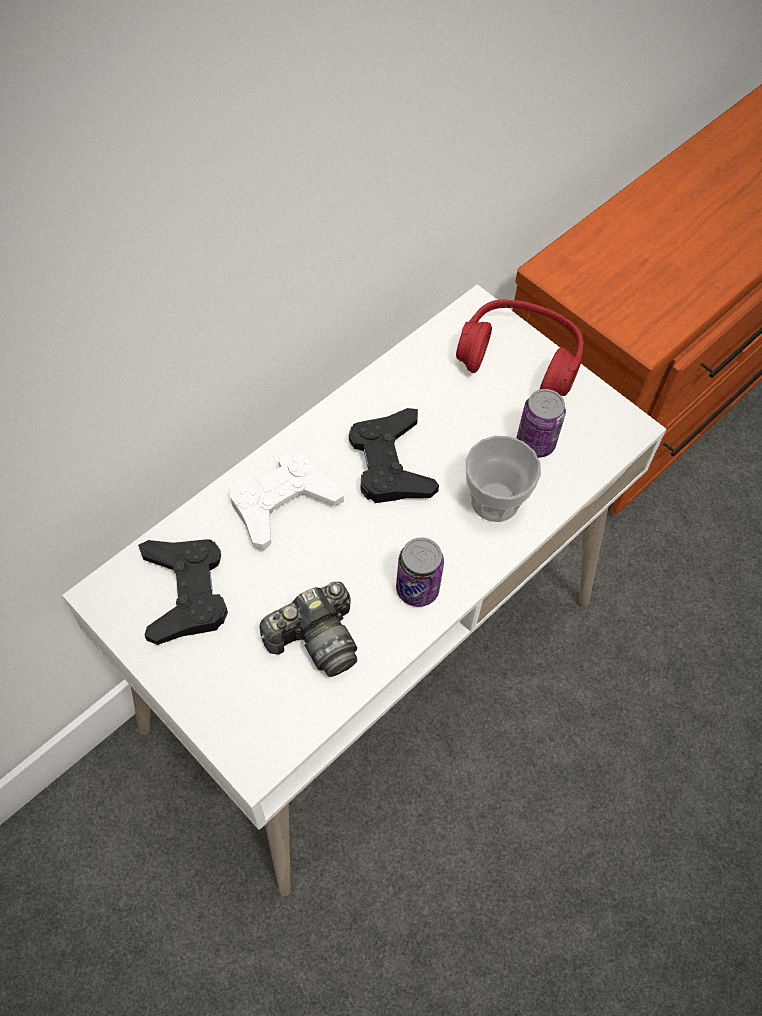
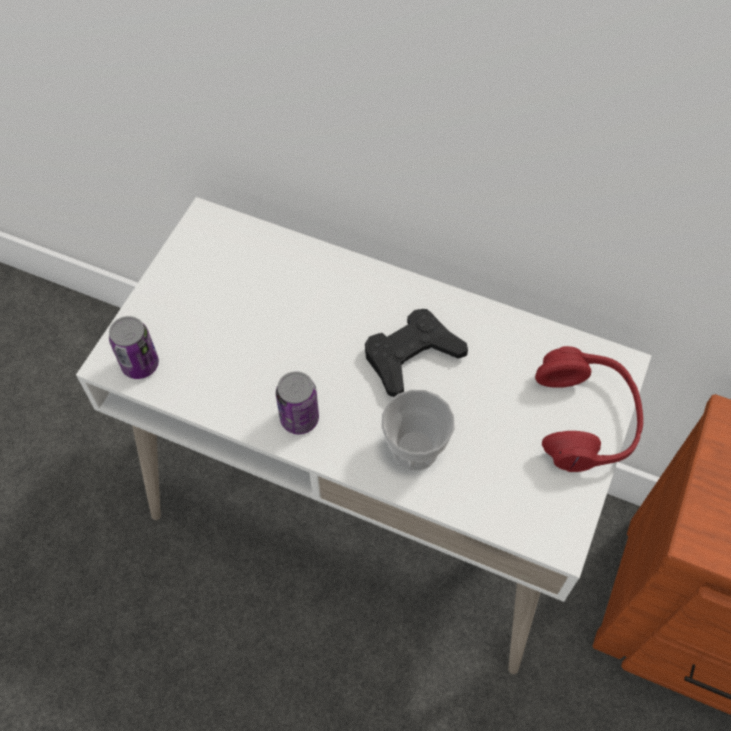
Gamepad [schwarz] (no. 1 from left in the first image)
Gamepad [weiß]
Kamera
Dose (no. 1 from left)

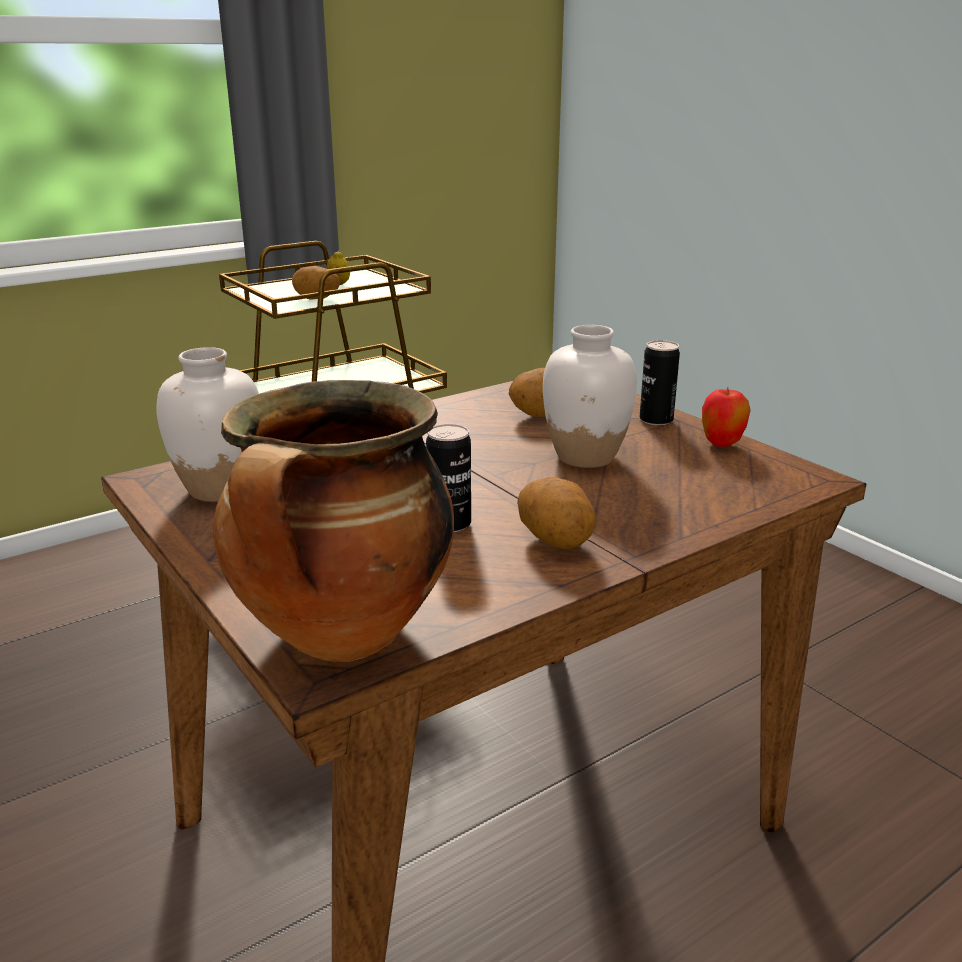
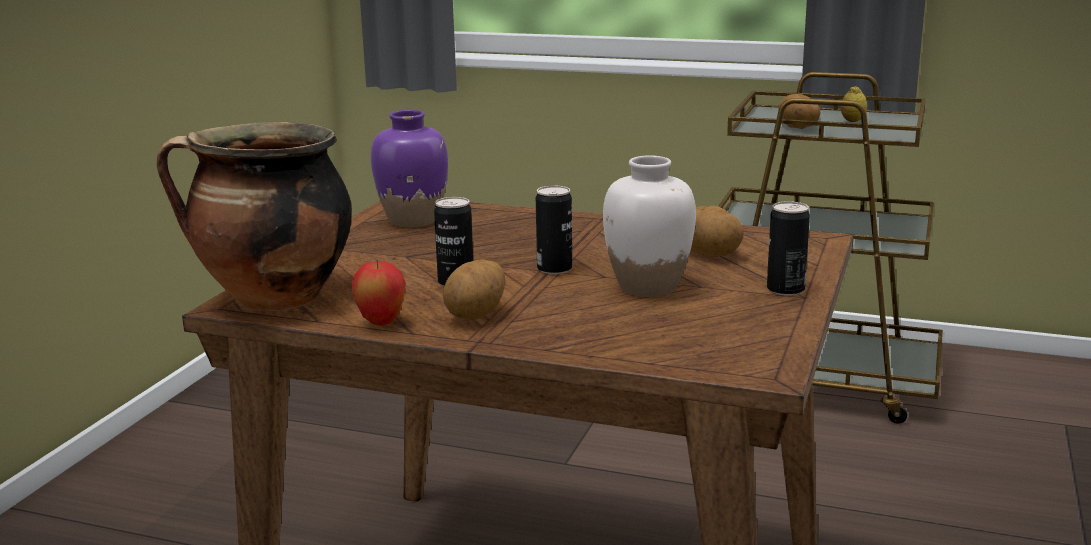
Dose (no. 2 from left)
Apfel
Vase [lila]

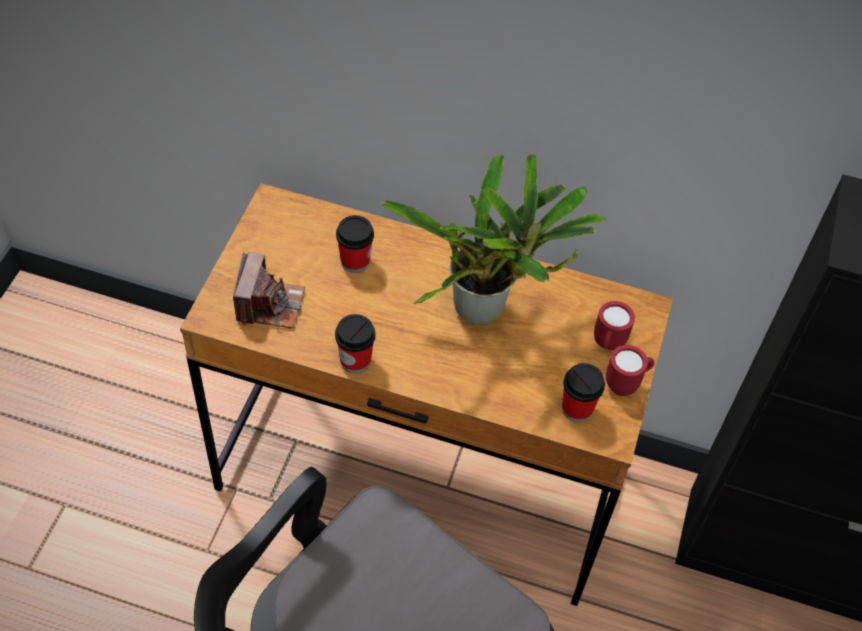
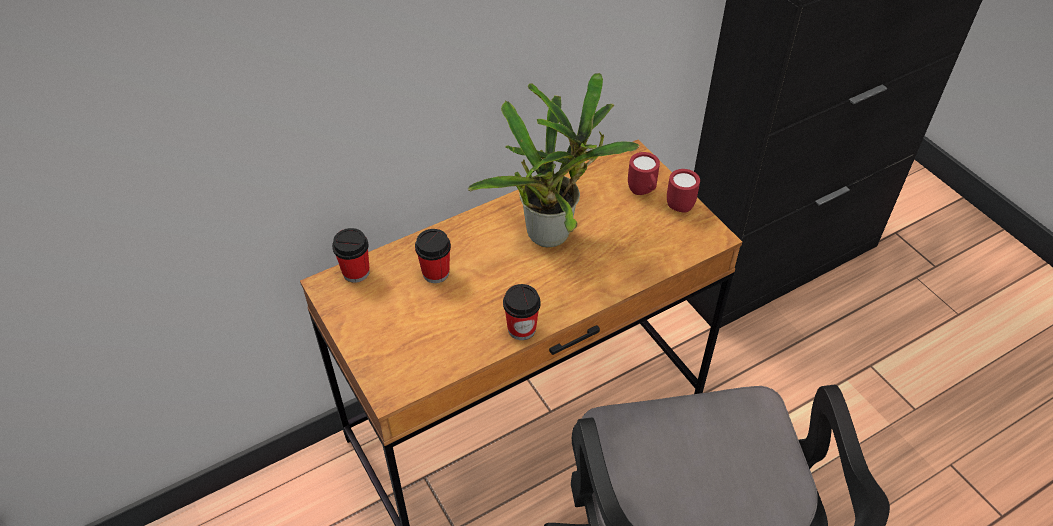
Kamera
Tasse (no. 1 from left)

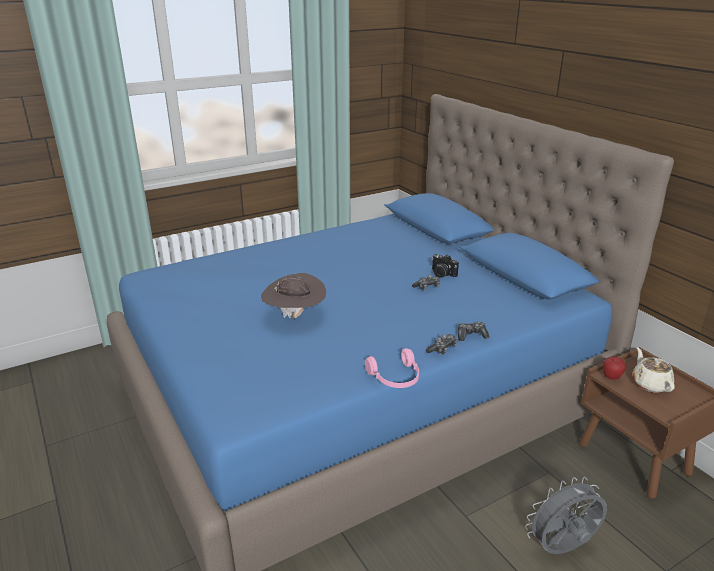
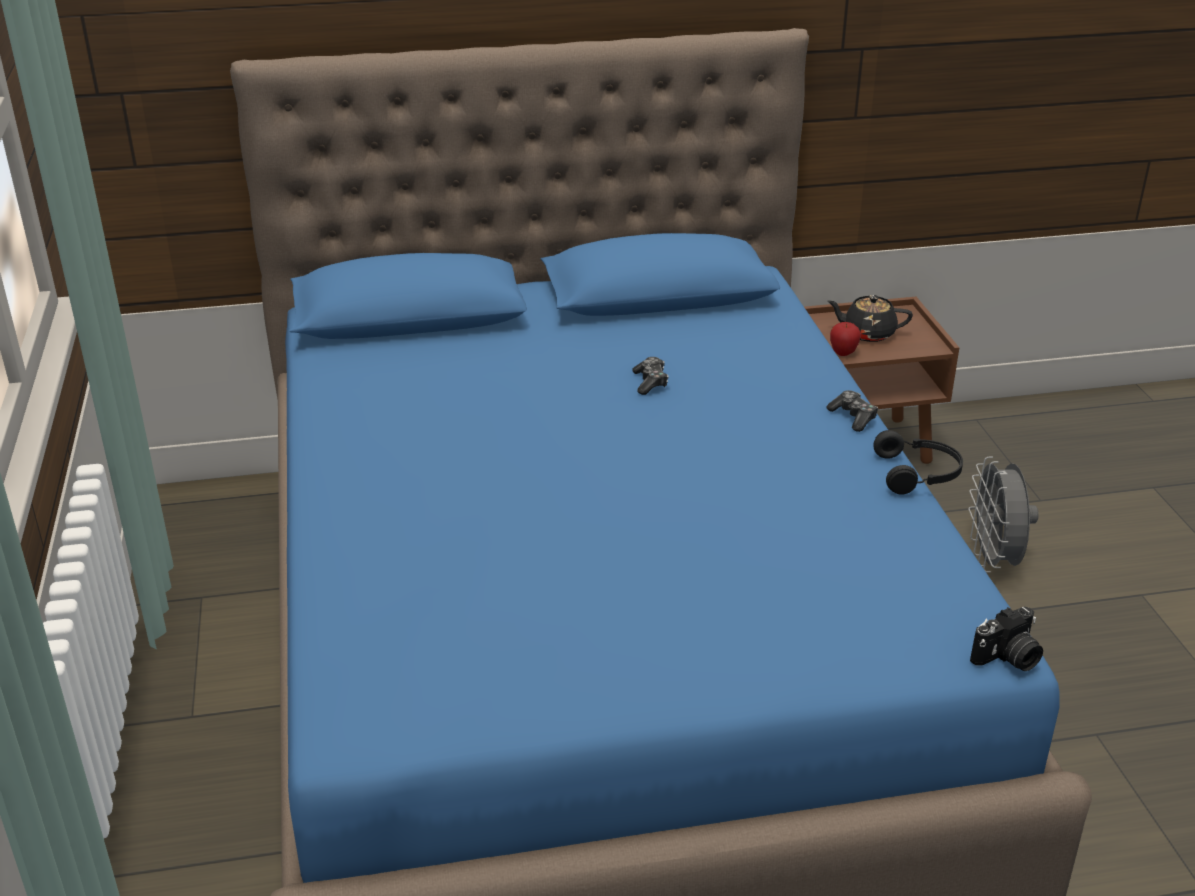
Hut [braun]
Gamepad (no. 3 from left in the first image)
Kamera
Kopfhörer [schwarz]
Teekanne [schwarz]

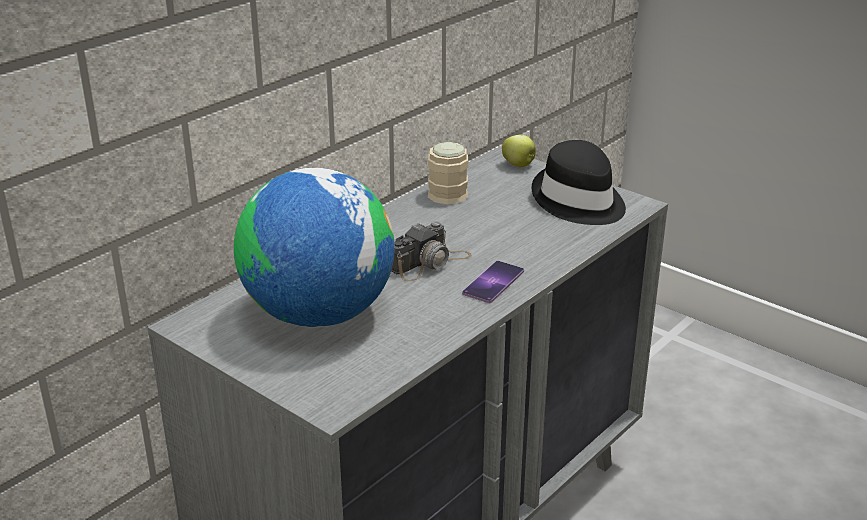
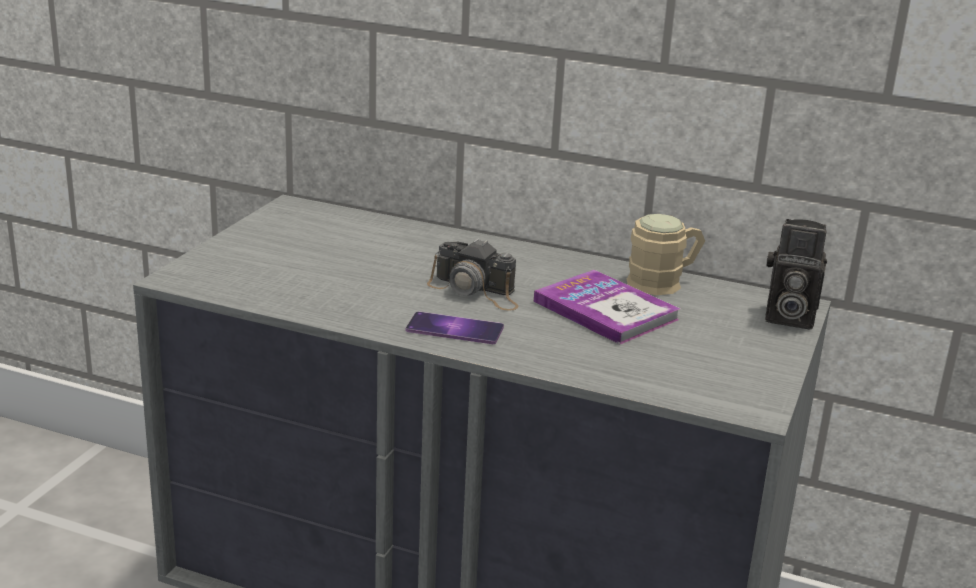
Globus
Hut [schwarz]
Buch
Kamera (no. 2 from left)

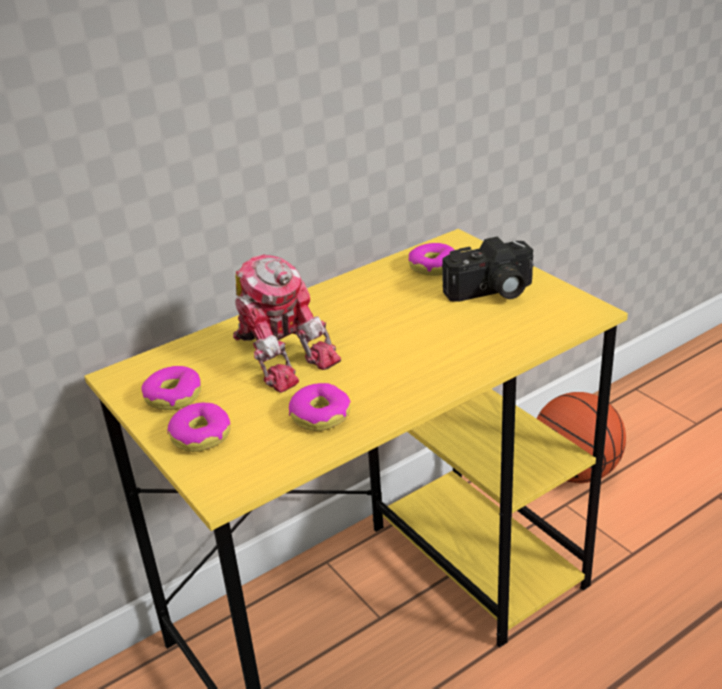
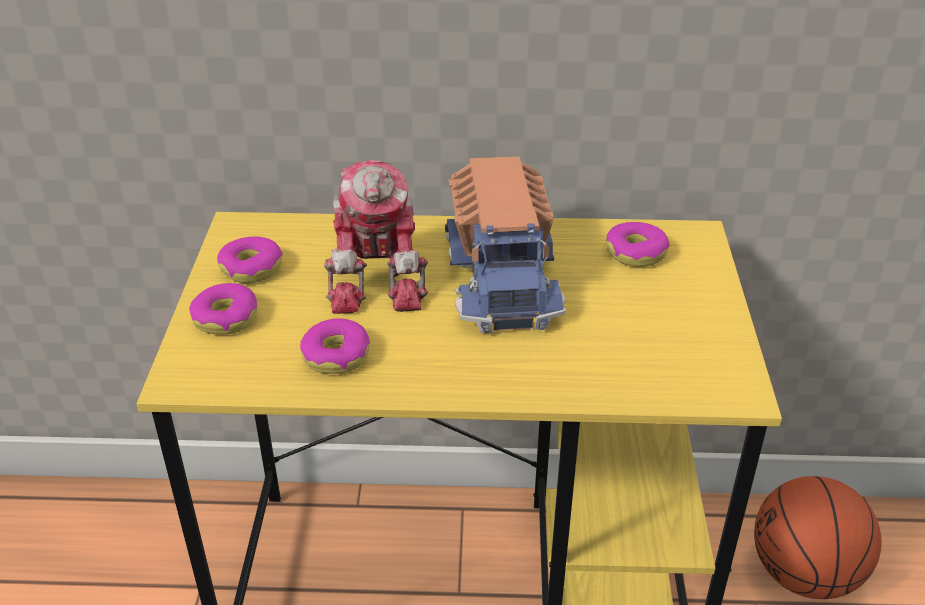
Kamera
Spielzeuglaster

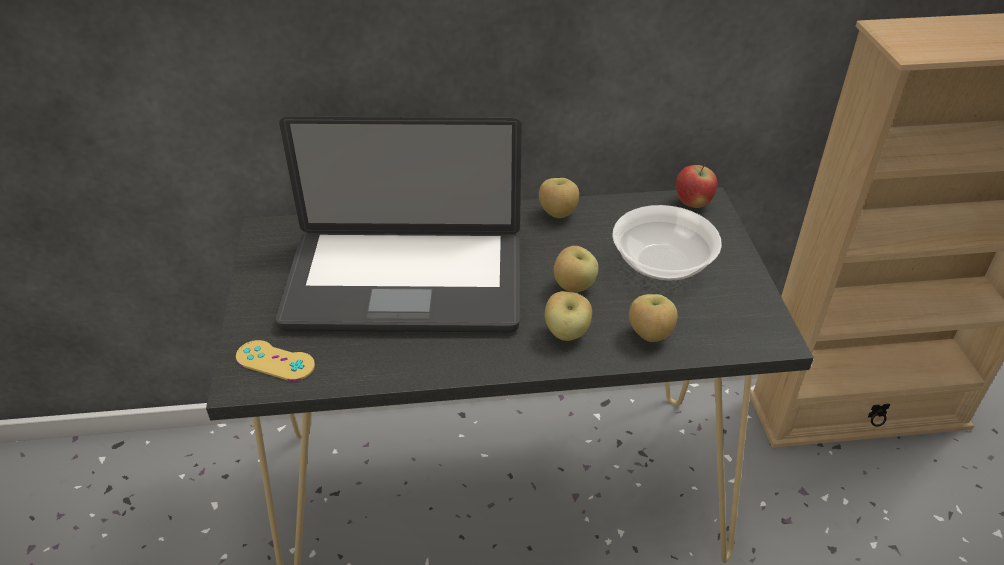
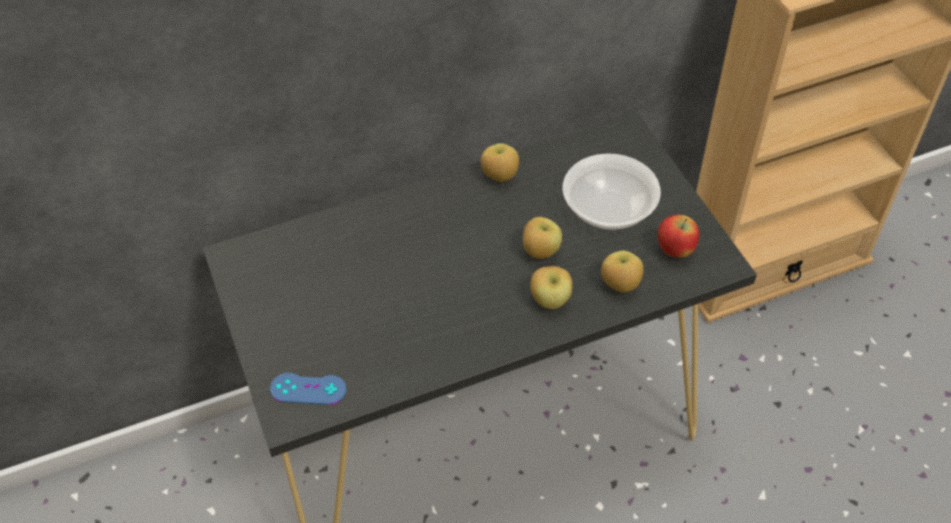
Laptop
Apfel (no. 5 from left)
Gamepad [blau]

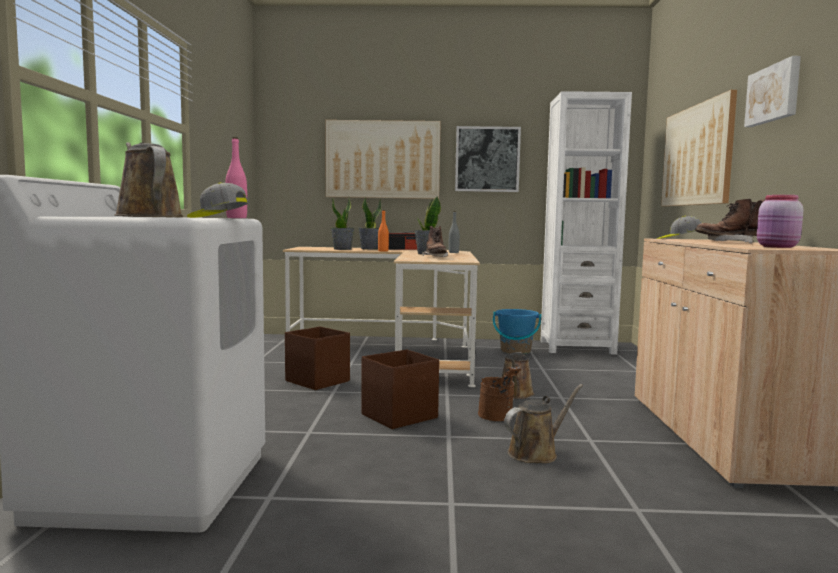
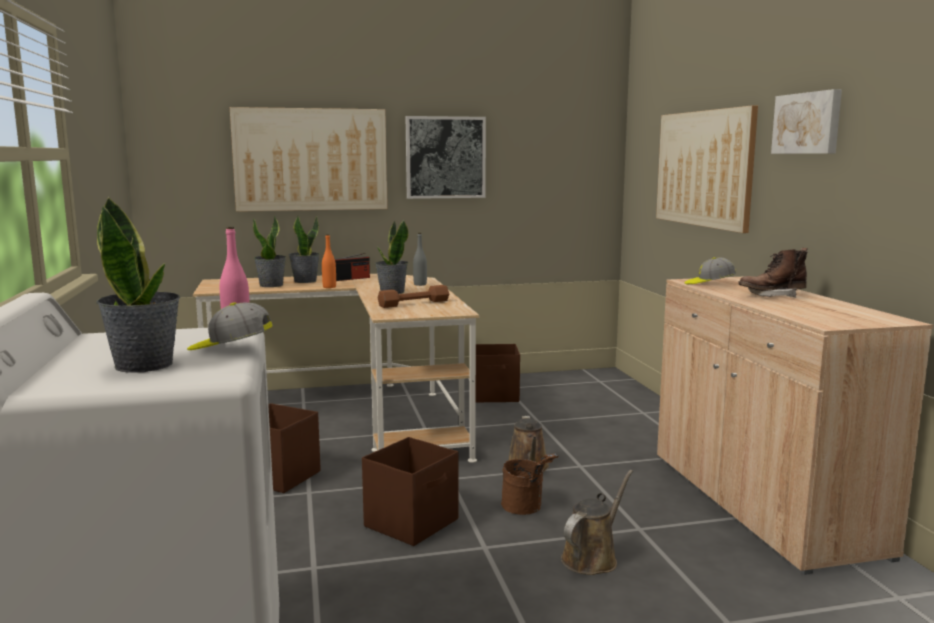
Bücherregal [weiß]
Vorratsglas [rosa]
Topfpflanze (no. 1 from left)
Hantel [braun]
Aufbewahrungsbox [braun] (no. 3 from left)

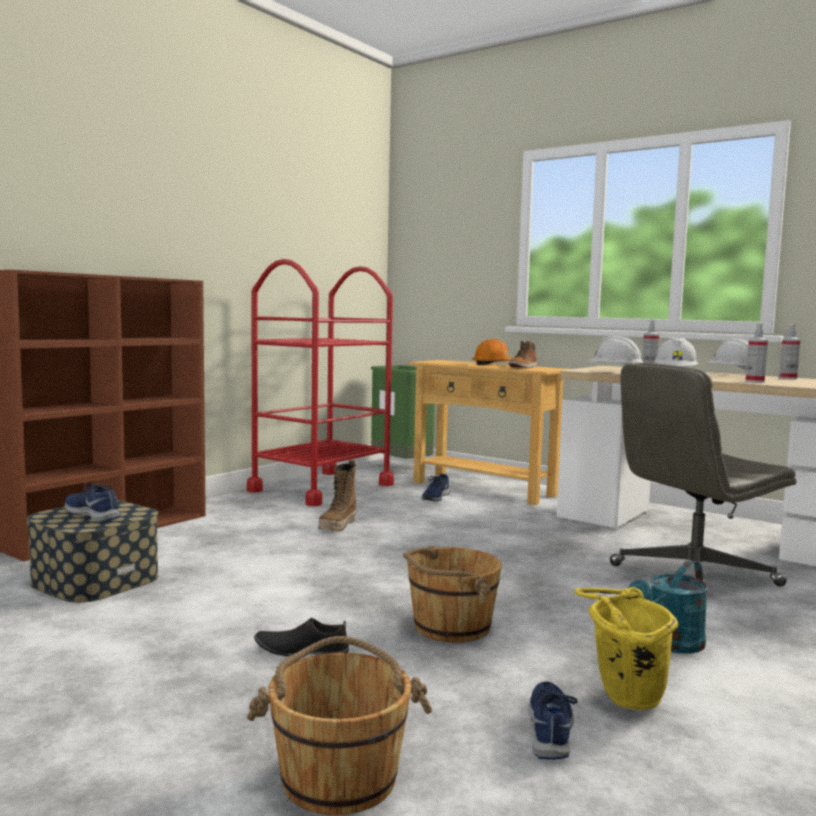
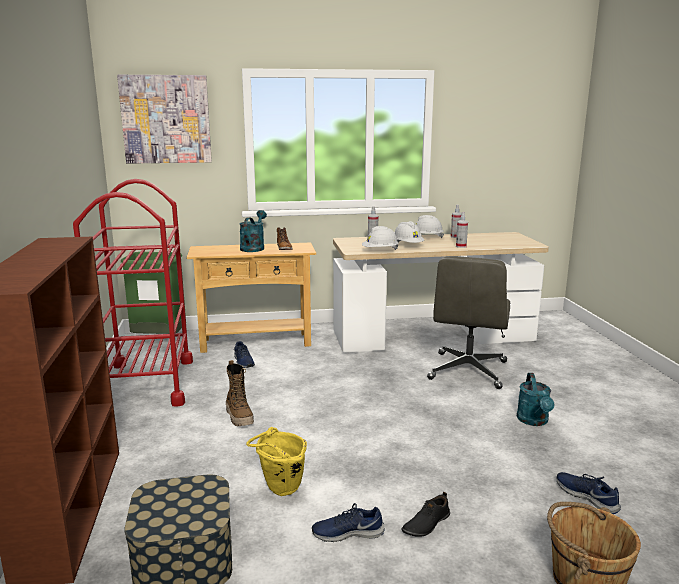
Eimer [braun] (no. 2 from left in the first image)
Bild
Schuh [blau] (no. 2 from left)
Eimer [gelb]
Gießkanne [türkis] (no. 1 from left)

